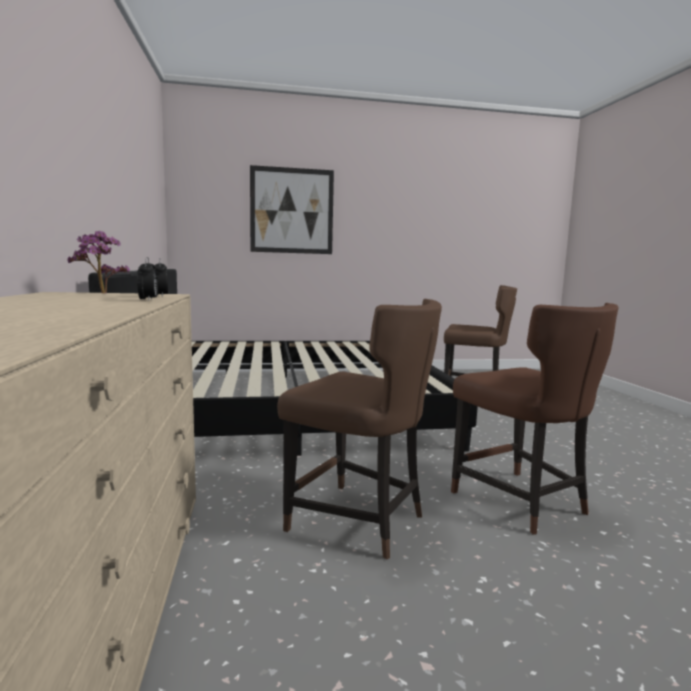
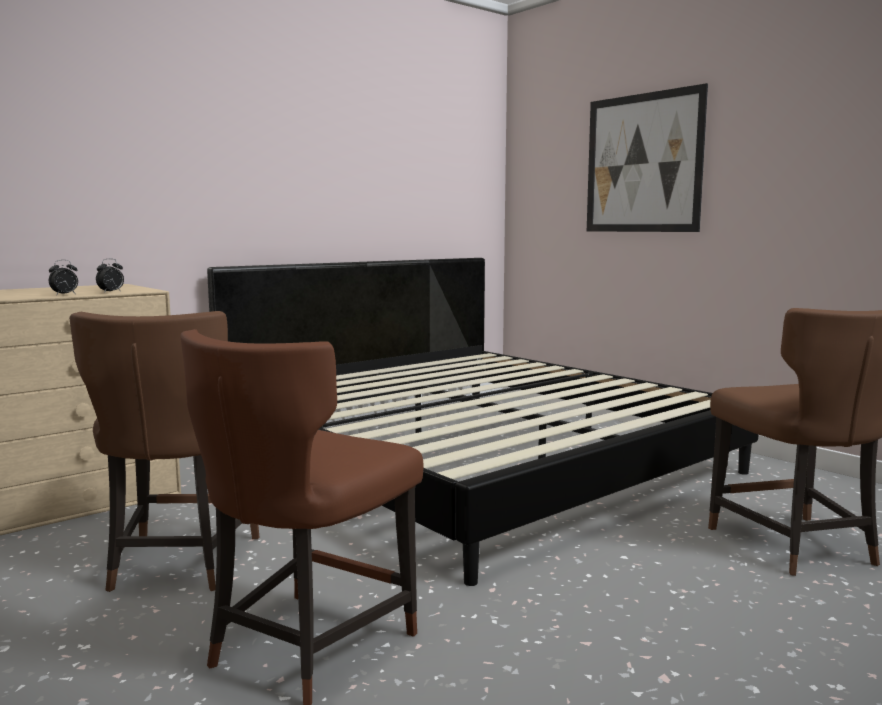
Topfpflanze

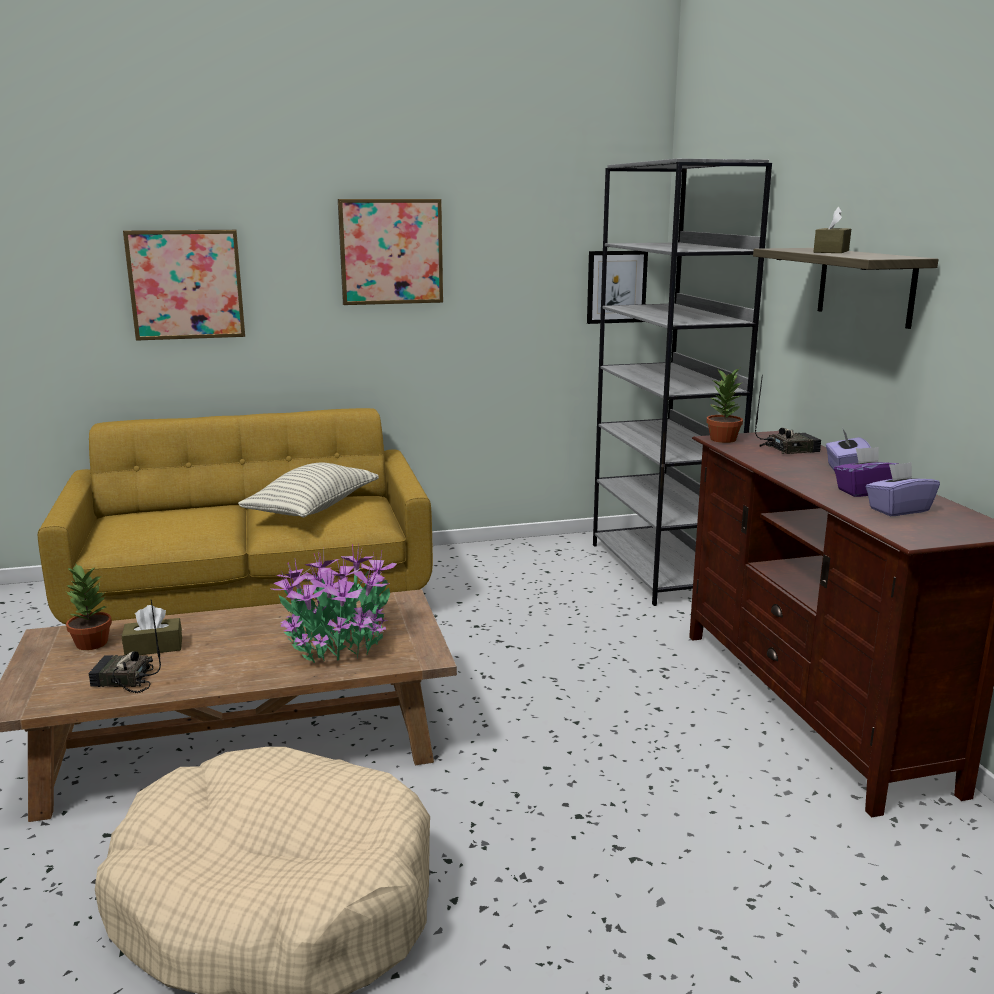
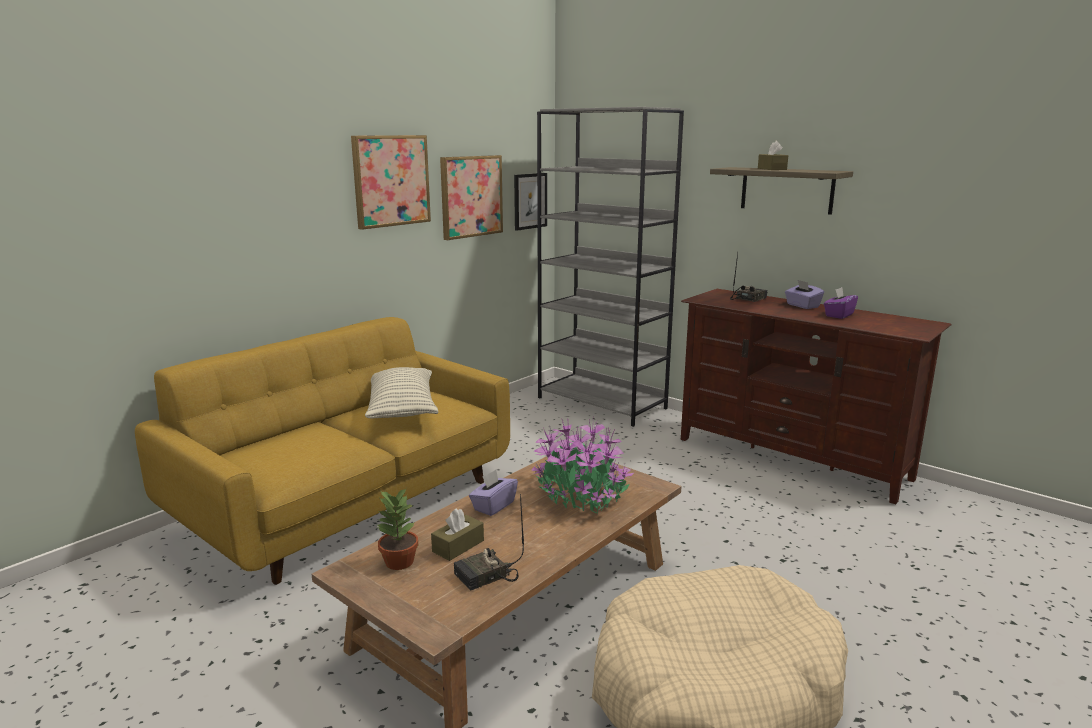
Topfpflanze (no. 3 from left in the first image)
Bild (no. 2 from left)
Taschentuchbox [lila] (no. 1 from left)

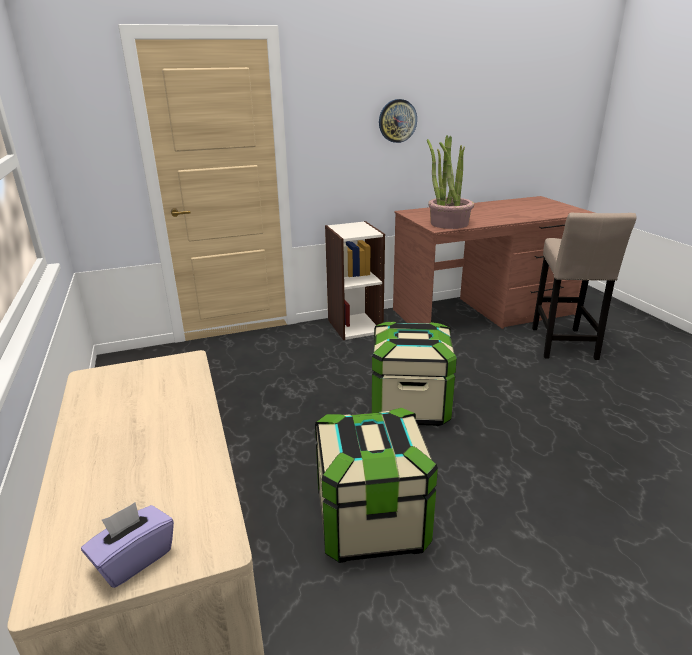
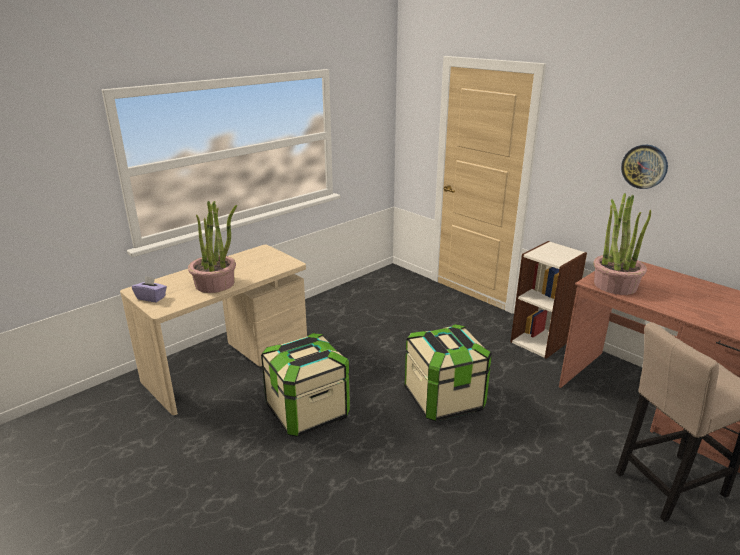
Topfpflanze (no. 1 from left)

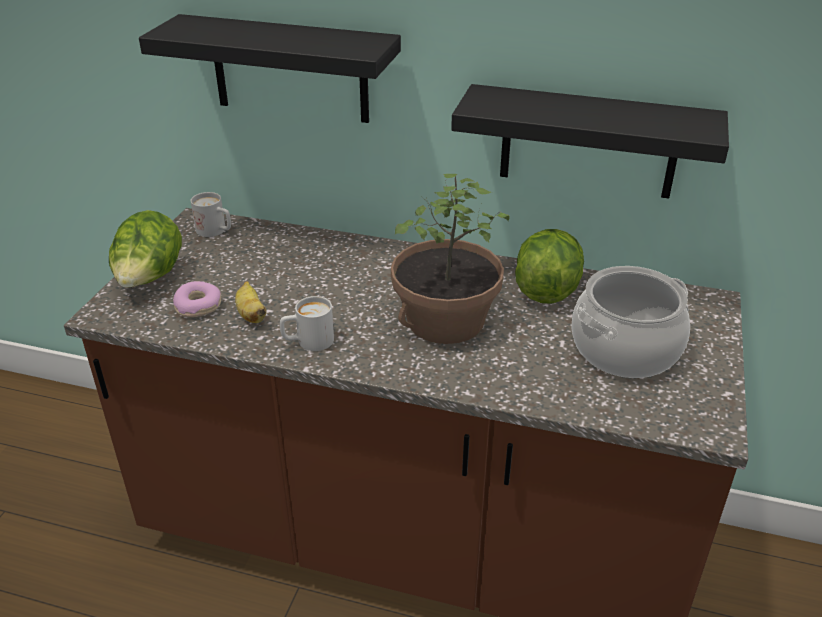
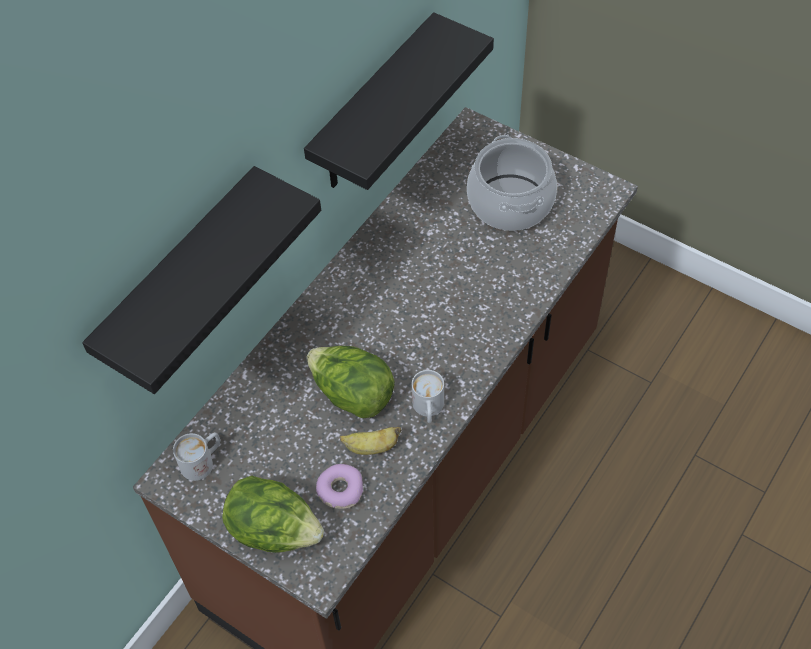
Topfpflanze
Salatkopf (no. 2 from left)

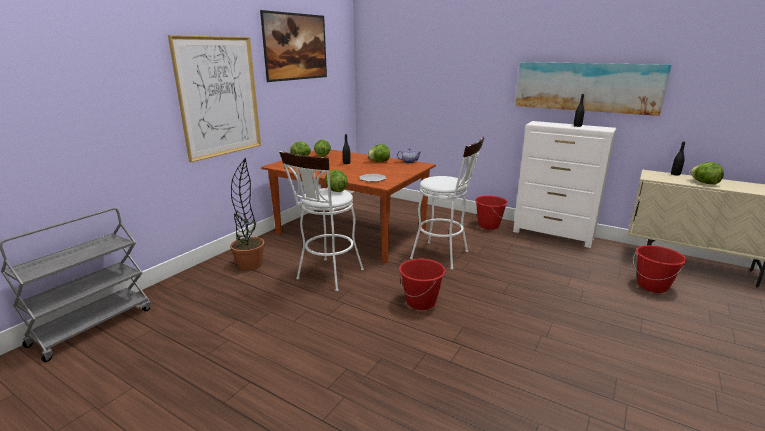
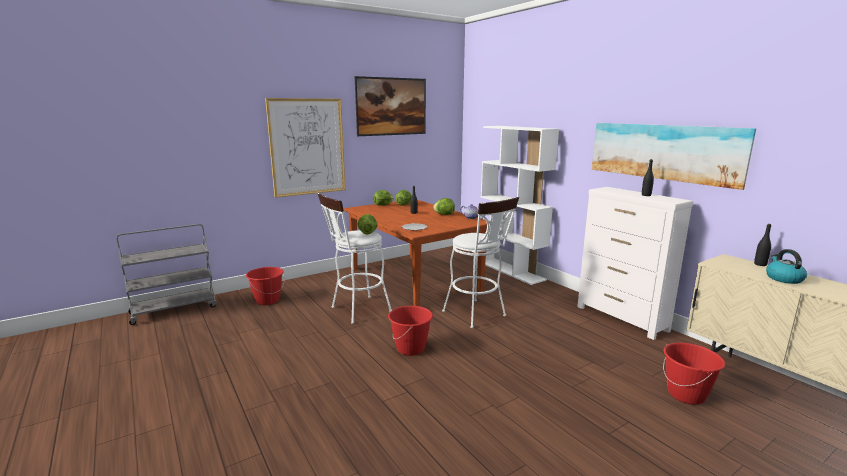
Topfpflanze
Bücherregal [weiß]
Eimer [rot] (no. 1 from left)
Wasserkessel

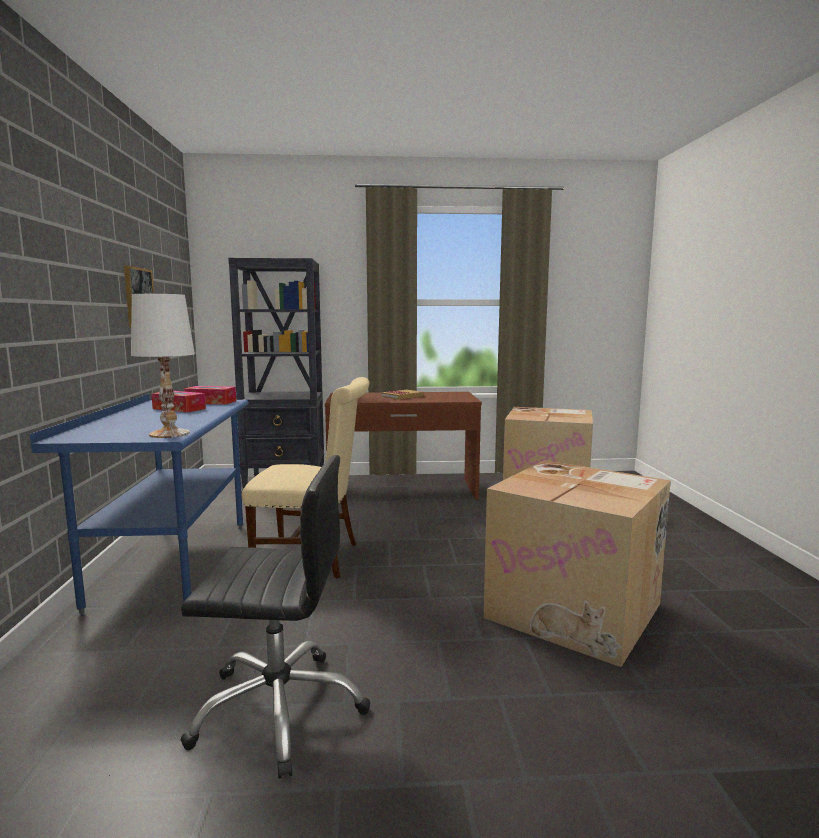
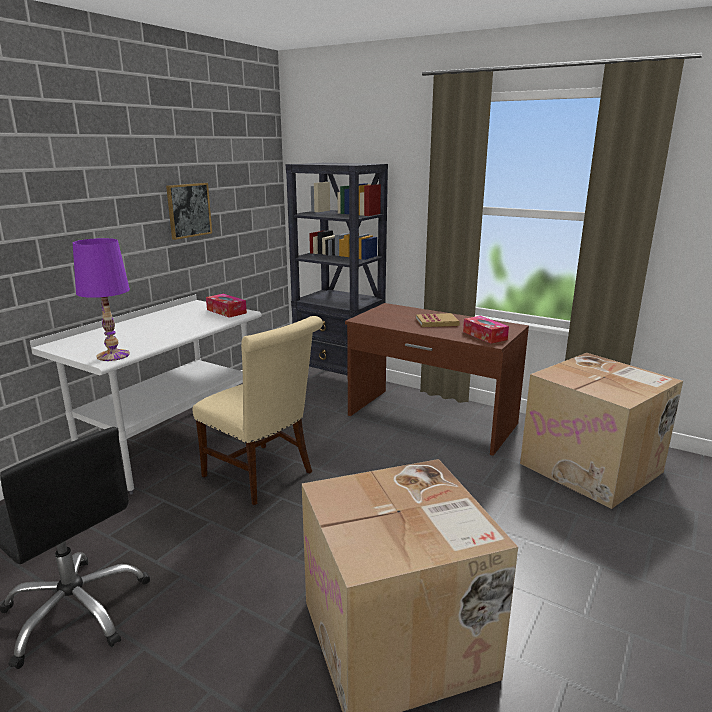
Taschentuchbox (no. 2 from left)
Schreibtisch [weiß]
Tischlampe [lila]

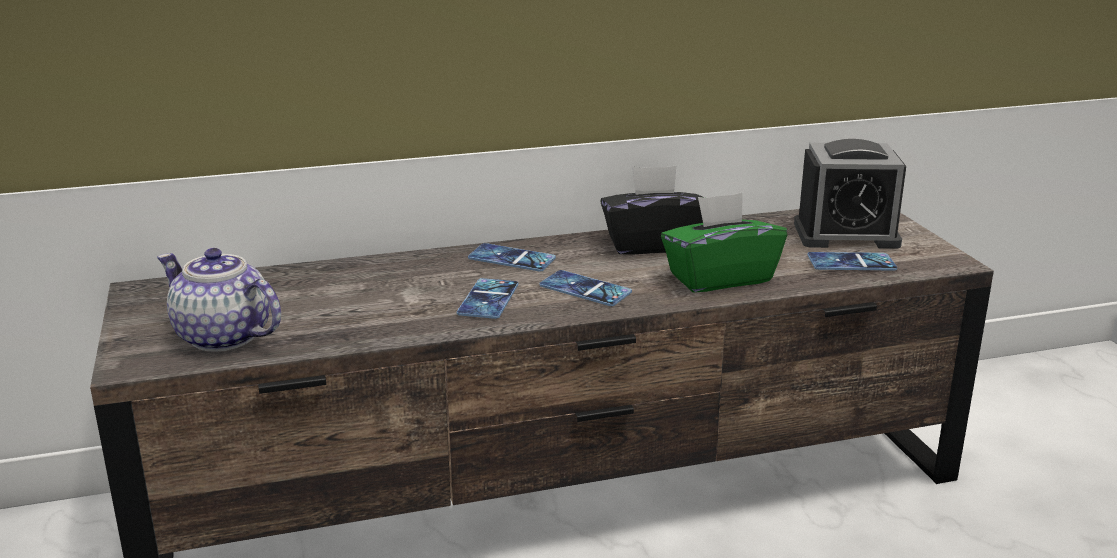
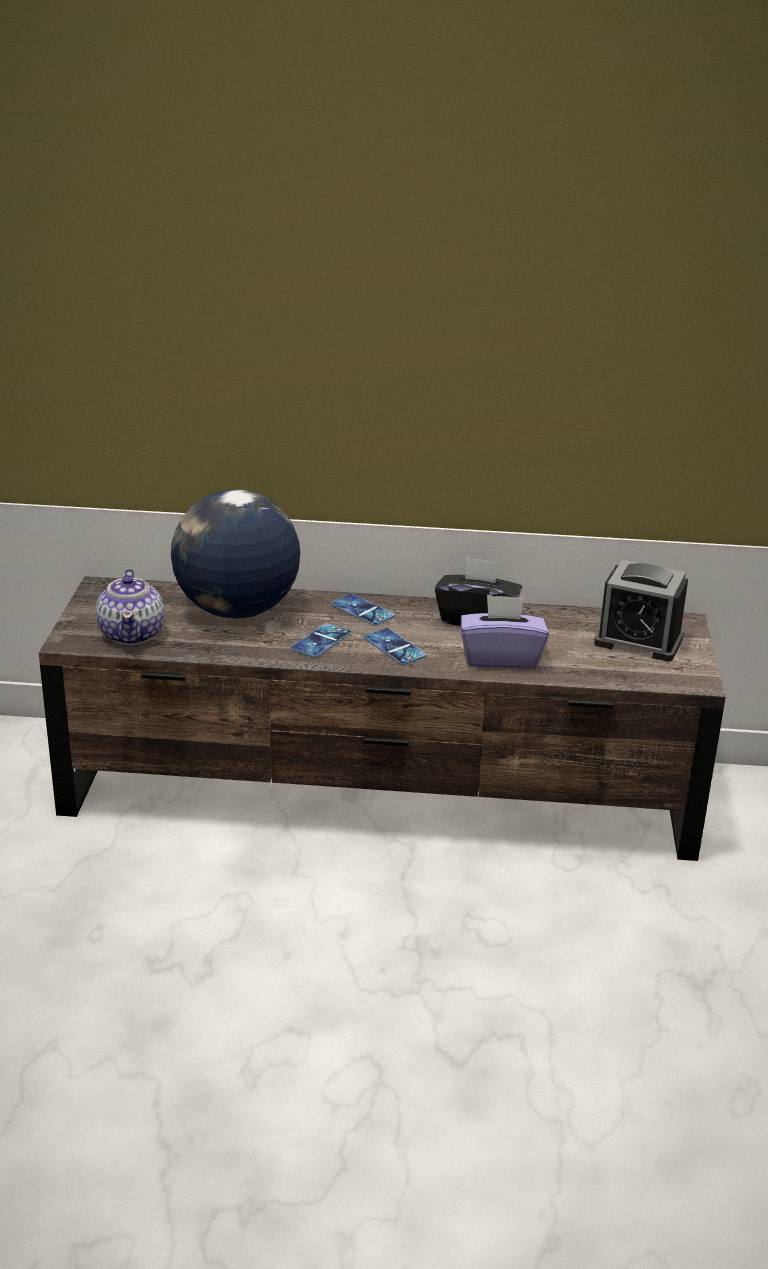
Handy (no. 4 from left in the first image)
Globus
Taschentuchbox [lila]
Teekanne

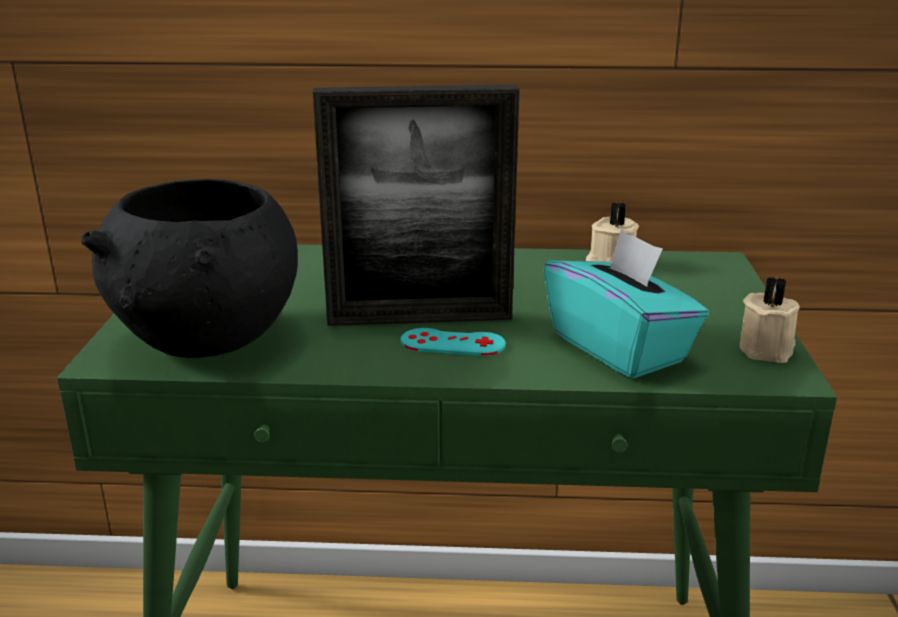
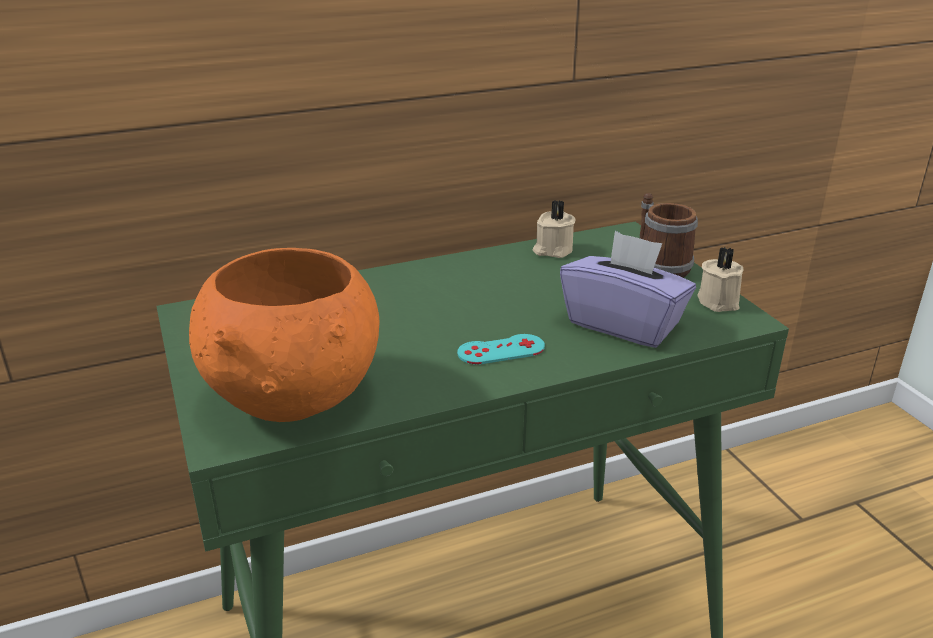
Bilderrahmen
Henkelbecher
Schüssel [orange]
Taschentuchbox [lila]

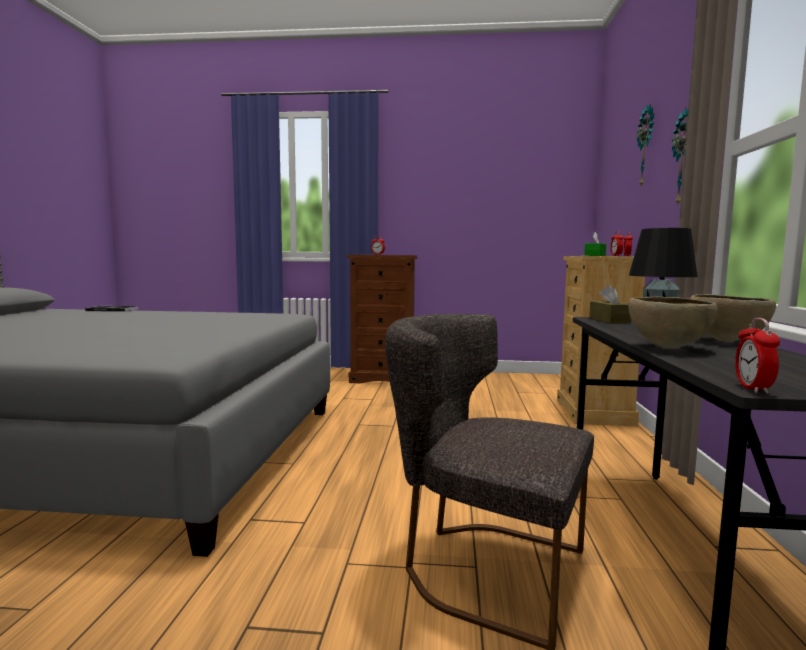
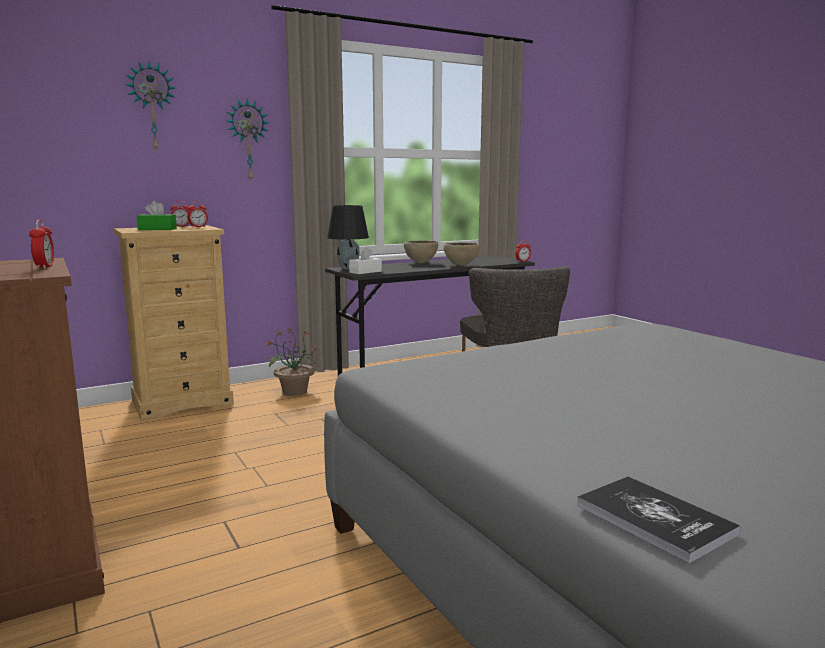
Topfpflanze
Taschentuchbox [weiß]

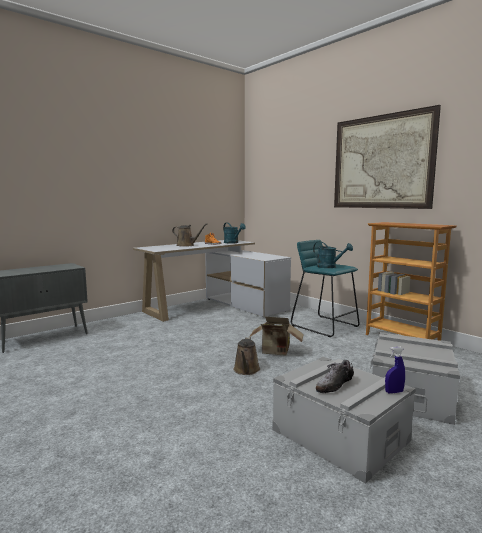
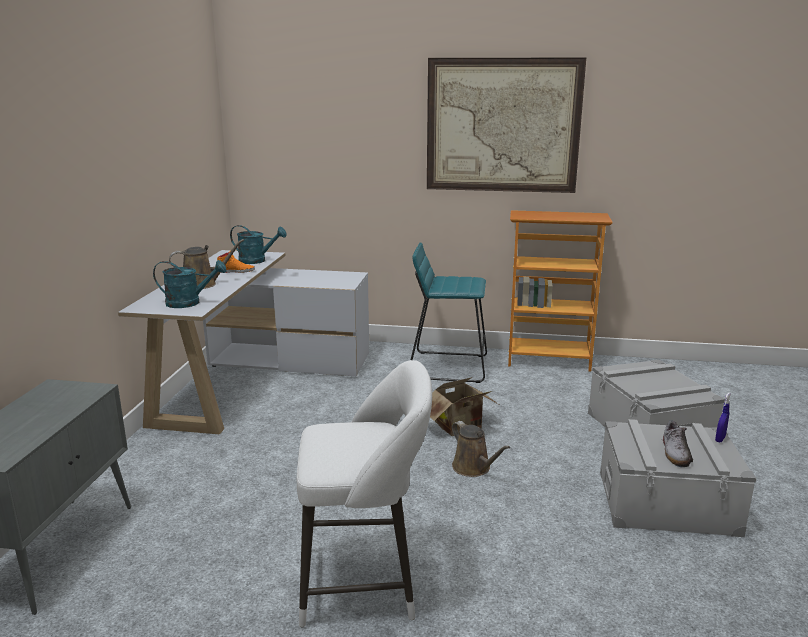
Hocker [weiß]
Gießkanne [türkis] (no. 1 from left)

